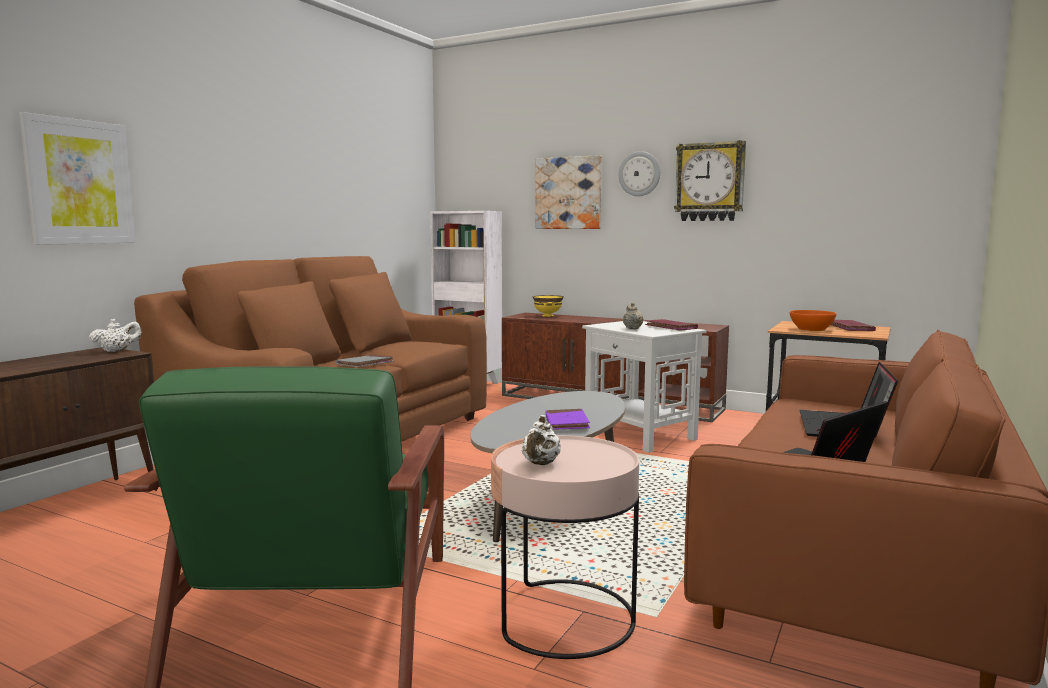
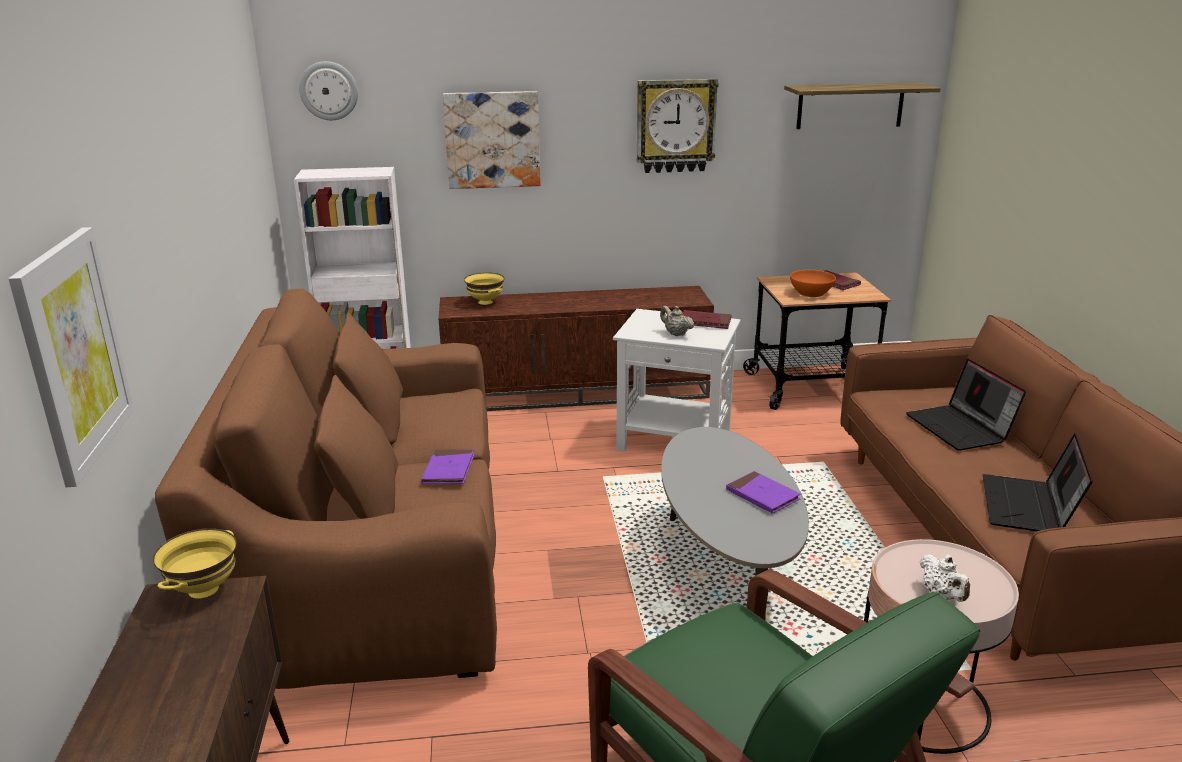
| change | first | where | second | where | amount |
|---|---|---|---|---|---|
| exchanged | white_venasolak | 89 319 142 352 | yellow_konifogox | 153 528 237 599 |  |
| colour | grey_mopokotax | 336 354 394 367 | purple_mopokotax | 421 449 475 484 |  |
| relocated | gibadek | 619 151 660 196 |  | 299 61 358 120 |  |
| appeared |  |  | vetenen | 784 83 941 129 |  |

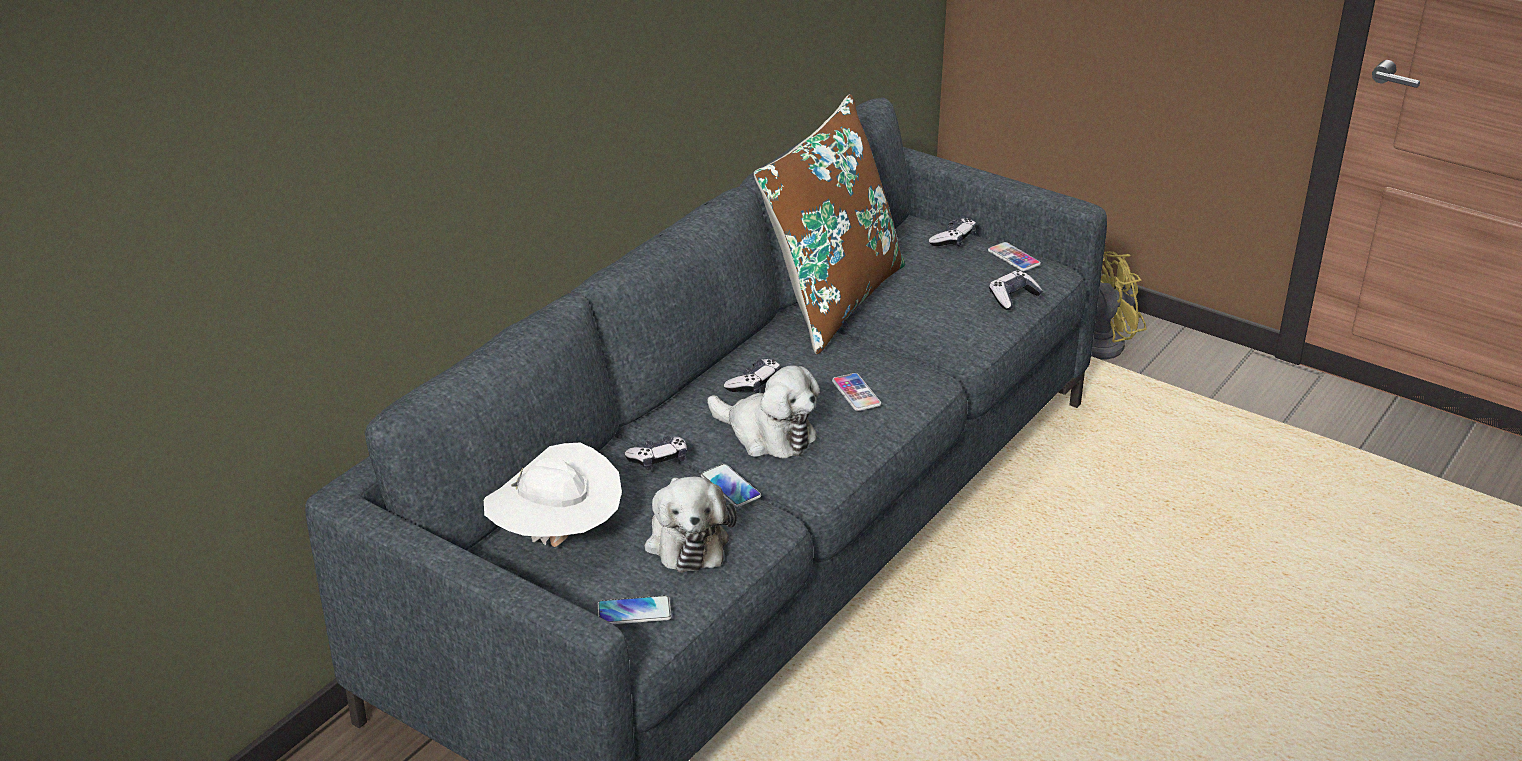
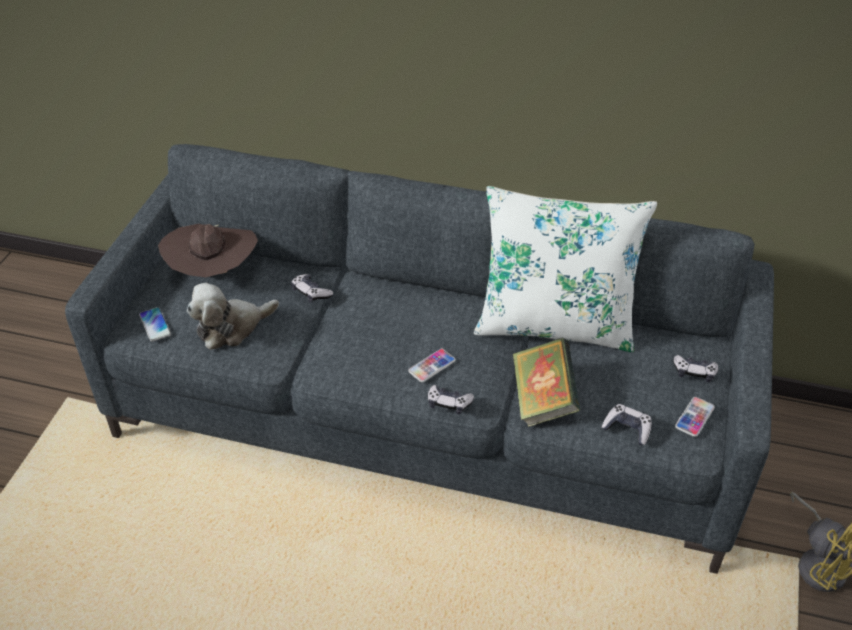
| change | first | where | second | where | amount |
|---|---|---|---|---|---|
| colour | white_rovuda | 484 443 622 547 | brown_rovuda | 158 224 258 277 |  |
| missing | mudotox | 701 464 761 507 |  |  |  |
| missing | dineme | 707 365 820 458 |  |  |  |
| relocated | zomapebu | 724 359 781 393 |  | 428 385 474 414 |  |
| colour | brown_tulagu | 754 94 905 354 | white_tulagu | 474 186 657 352 |  |
| appeared |  |  | mopokotax | 512 338 580 427 |  |

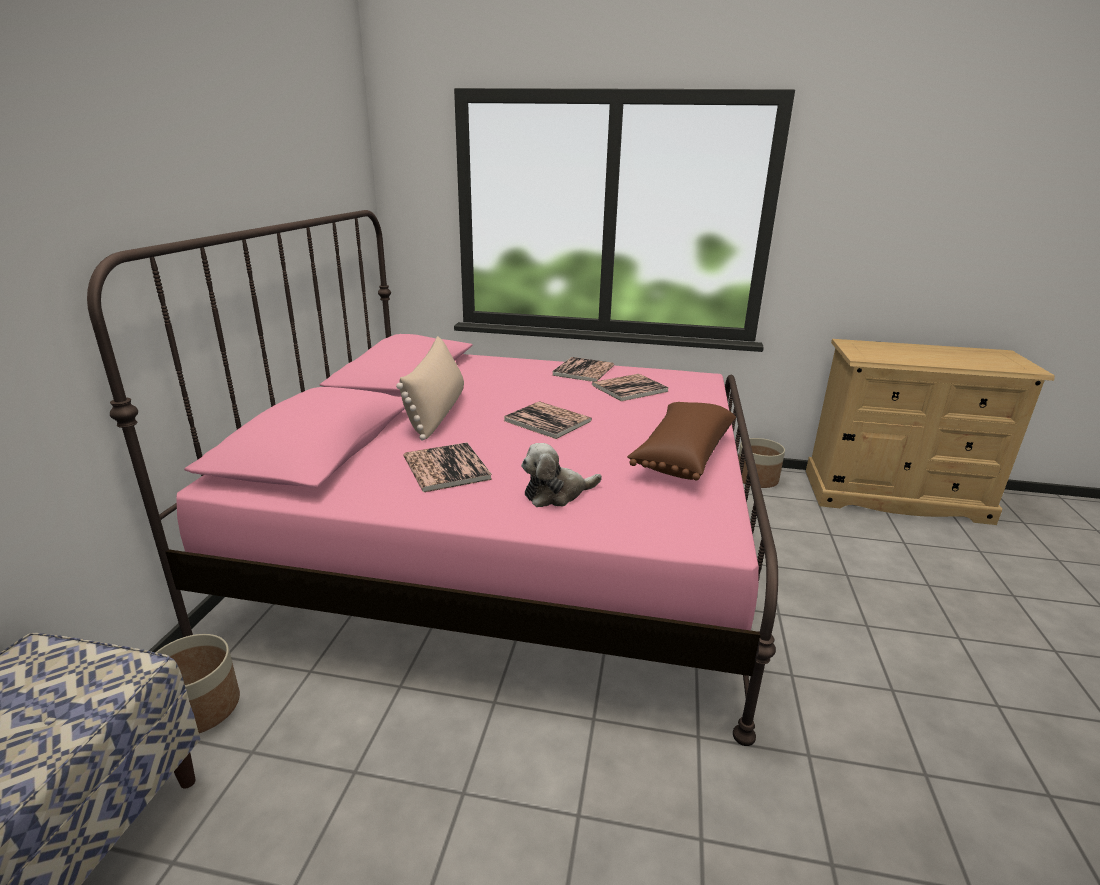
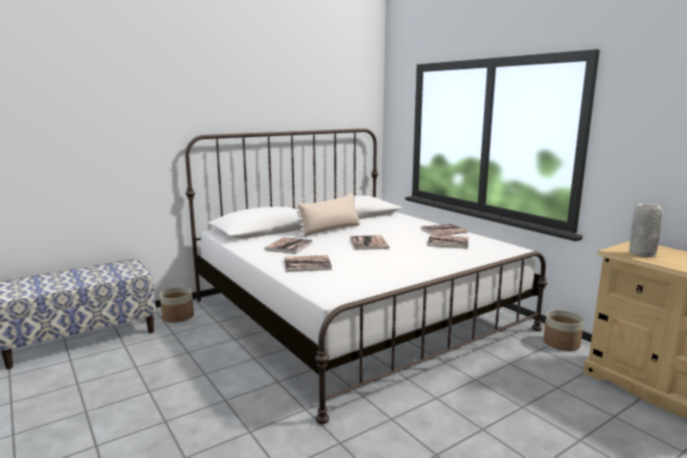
| change | first | where | second | where | amount |
|---|---|---|---|---|---|
| colour | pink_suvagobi | 87 210 778 746 | white_suvagobi | 185 129 547 424 |  |
| exchanged | dineme | 521 443 602 507 | mopokotax | 284 255 332 272 |  |
| missing | brown_tulagu | 627 402 736 481 |  |  |  |
| appeared |  |  | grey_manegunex | 629 204 663 257 |  |

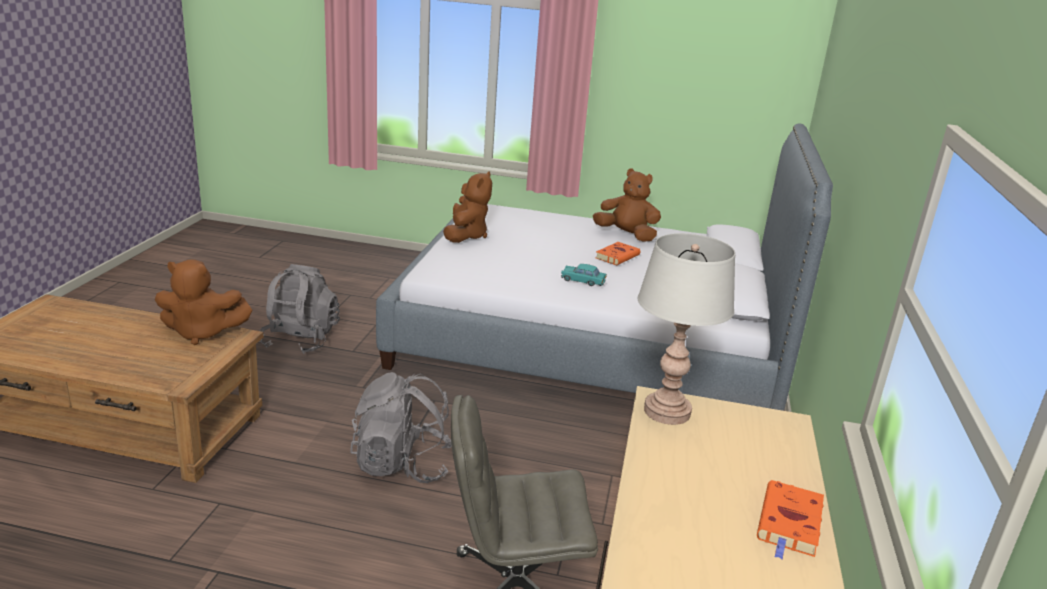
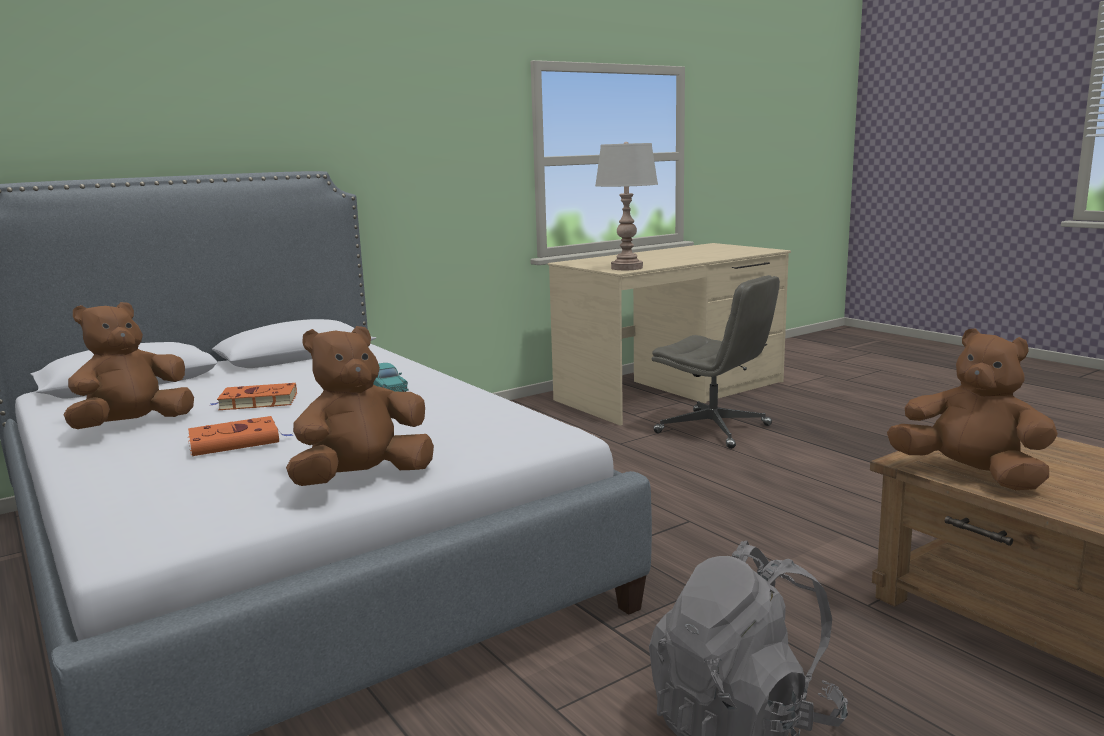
| change | first | where | second | where | amount |
|---|---|---|---|---|---|
| missing | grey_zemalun | 350 372 452 483 |  |  |  |
| spun | brown_dineme | 593 169 661 242 |  | 64 302 194 429 | 60 degrees clockwise |
| relocated | orange_mopokotax | 757 480 824 560 |  | 188 416 293 456 |  |

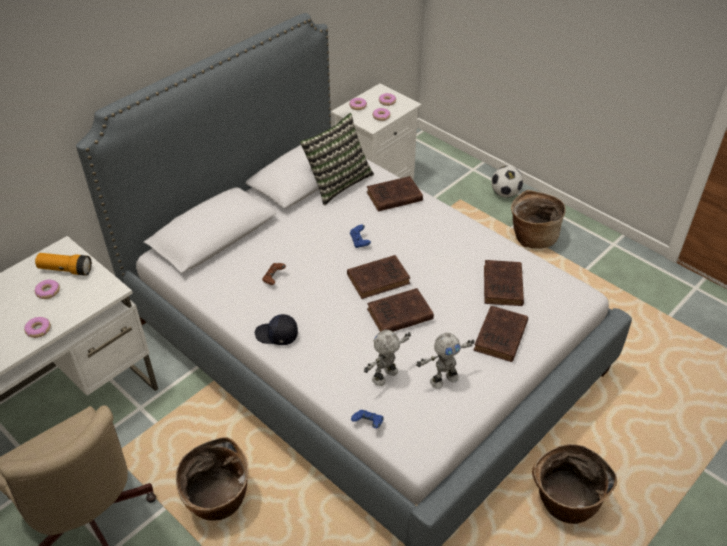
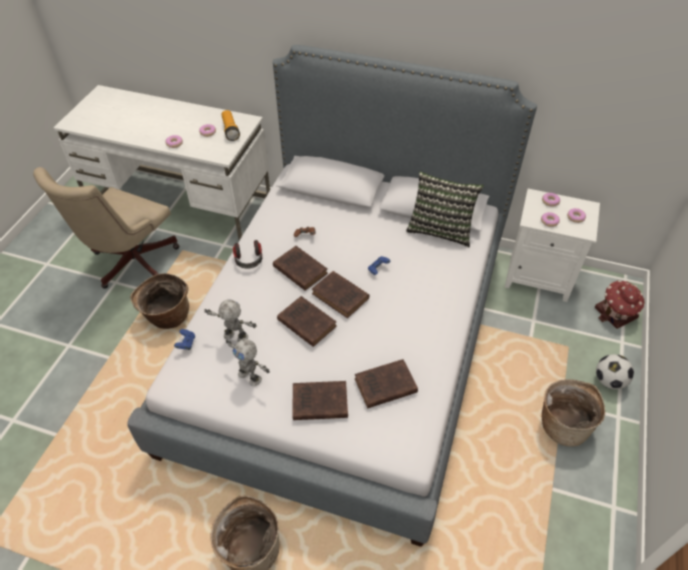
| change | first | where | second | where | amount |
|---|---|---|---|---|---|
| exchanged | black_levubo | 255 314 298 345 | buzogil | 233 240 262 269 |  |
| relocated | brown_mopokotax | 367 176 423 211 |  | 273 246 328 291 |  |
| appeared |  |  | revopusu | 595 280 645 329 |  |

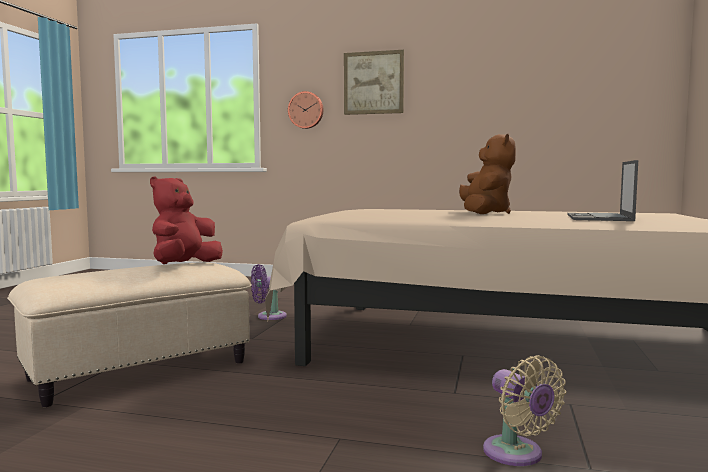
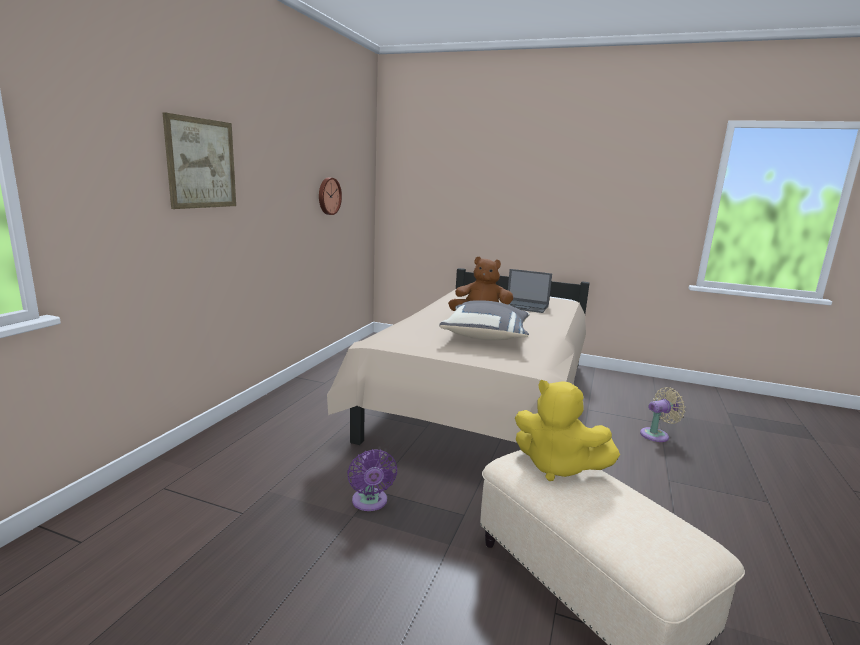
| change | first | where | second | where | amount |
|---|---|---|---|---|---|
| colour | red_dineme | 150 176 223 264 | yellow_dineme | 515 380 620 481 |  |
| relocated | gibadek | 288 91 323 129 |  | 319 177 342 215 |  |
| appeared |  |  | grey_tulagu | 439 300 530 340 |  |

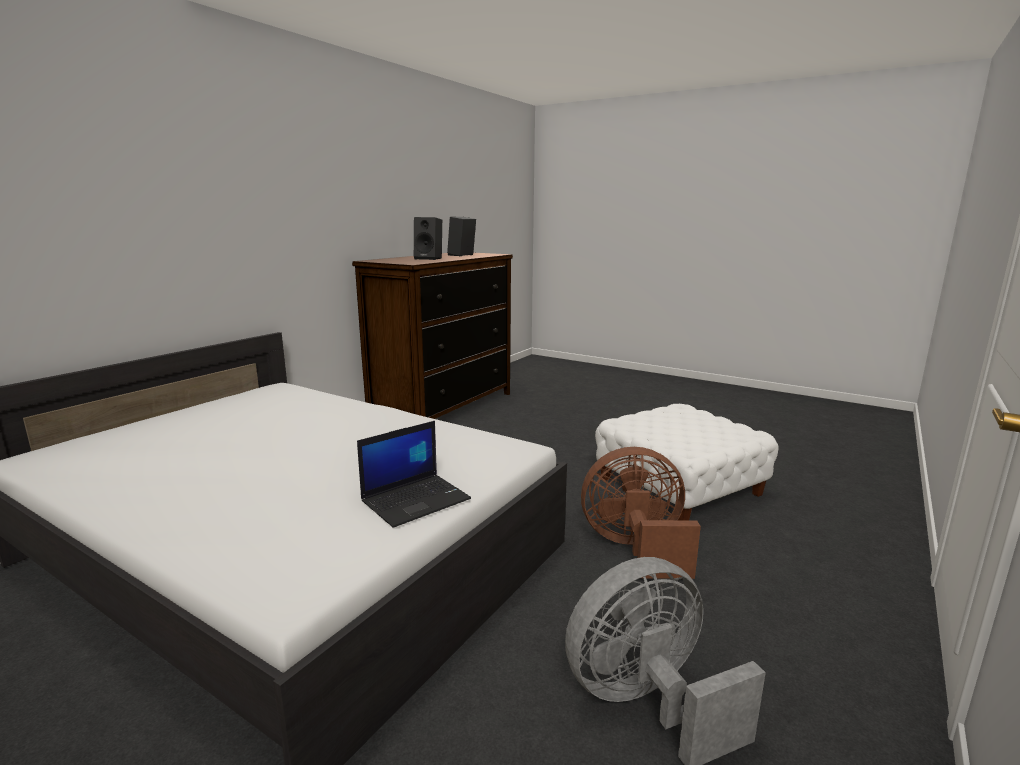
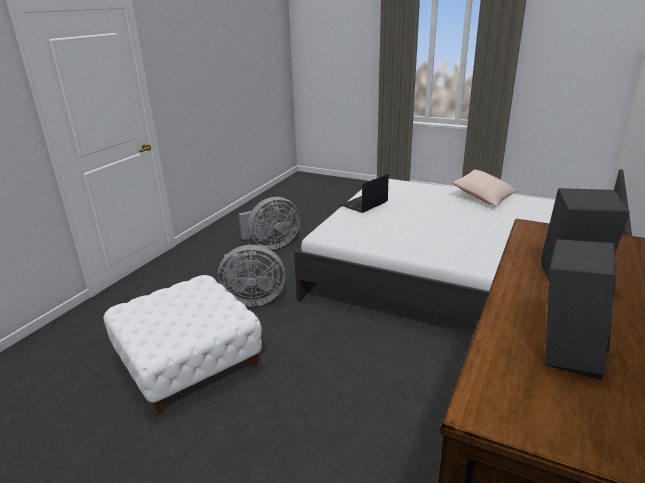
| change | first | where | second | where | amount |
|---|---|---|---|---|---|
| colour | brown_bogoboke | 581 447 701 579 | grey_bogoboke | 218 245 286 306 |  |
| appeared |  |  | beige_tulagu | 452 169 517 206 |  |

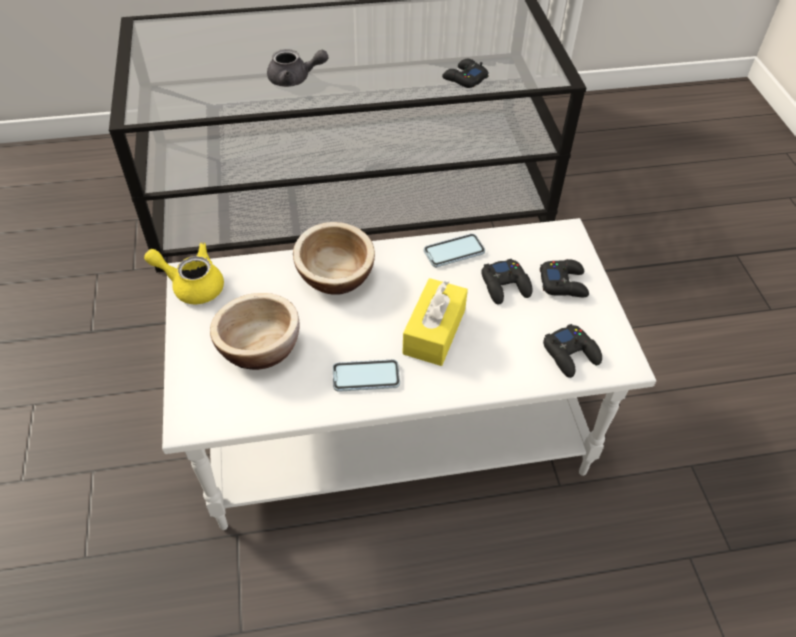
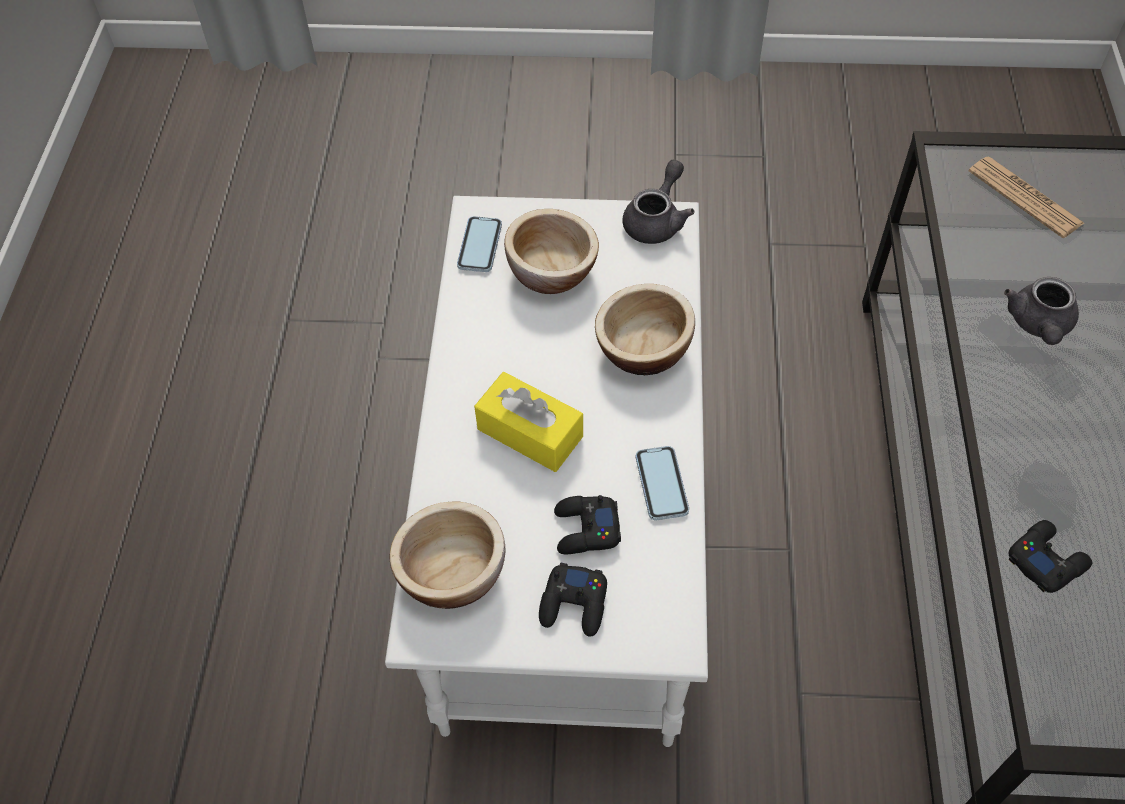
| change | first | where | second | where | amount |
|---|---|---|---|---|---|
| colour | yellow_venasolak | 144 243 224 304 | grey_venasolak | 622 160 695 244 |  |
| relocated | mudotox | 333 360 400 392 |  | 457 216 502 272 |  |
| exchanged | black_zomapebu | 543 324 602 378 | konifogox | 389 501 505 609 |  |
| appeared |  |  | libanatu | 969 156 1084 238 |  |

